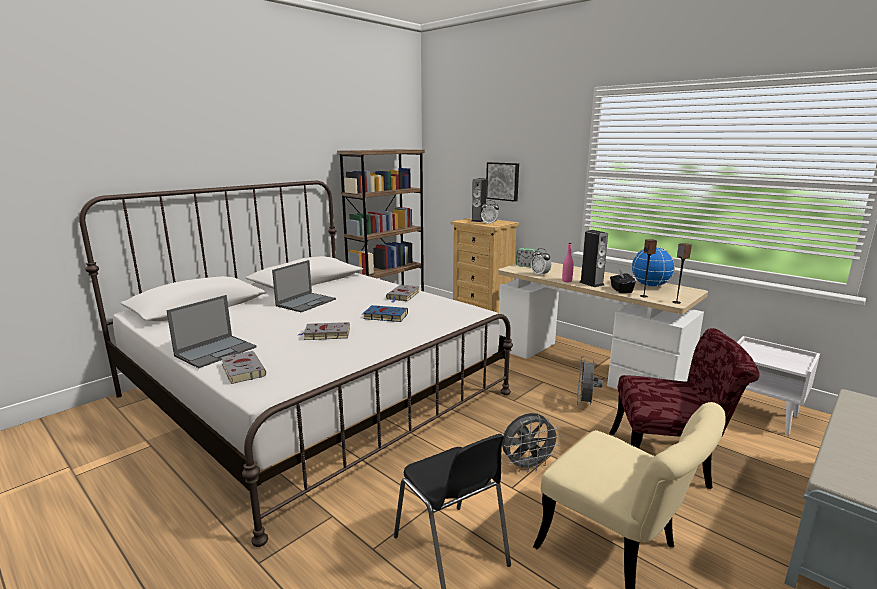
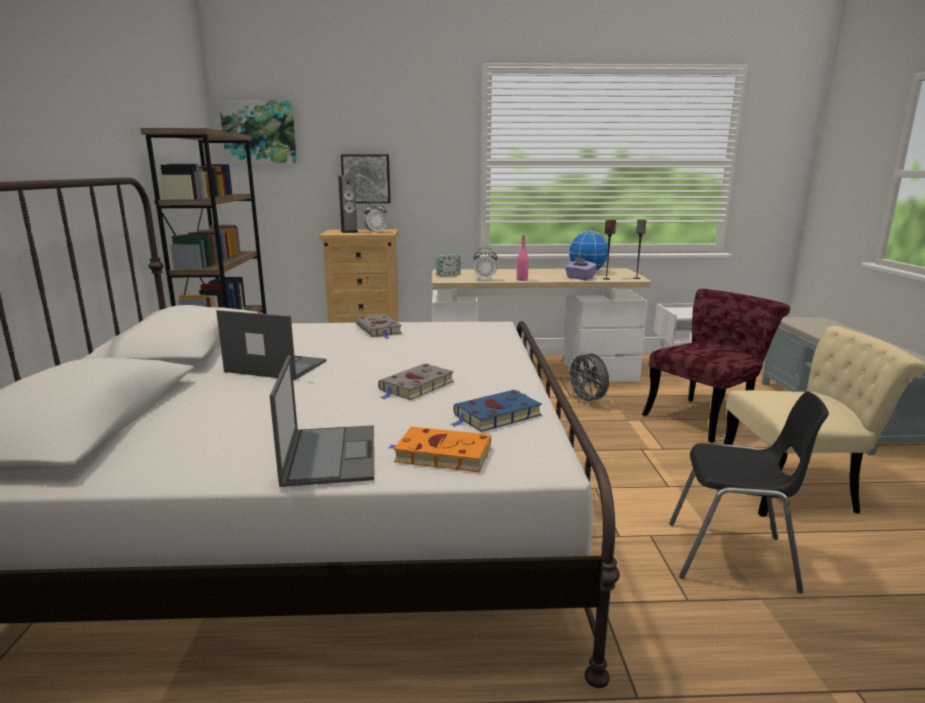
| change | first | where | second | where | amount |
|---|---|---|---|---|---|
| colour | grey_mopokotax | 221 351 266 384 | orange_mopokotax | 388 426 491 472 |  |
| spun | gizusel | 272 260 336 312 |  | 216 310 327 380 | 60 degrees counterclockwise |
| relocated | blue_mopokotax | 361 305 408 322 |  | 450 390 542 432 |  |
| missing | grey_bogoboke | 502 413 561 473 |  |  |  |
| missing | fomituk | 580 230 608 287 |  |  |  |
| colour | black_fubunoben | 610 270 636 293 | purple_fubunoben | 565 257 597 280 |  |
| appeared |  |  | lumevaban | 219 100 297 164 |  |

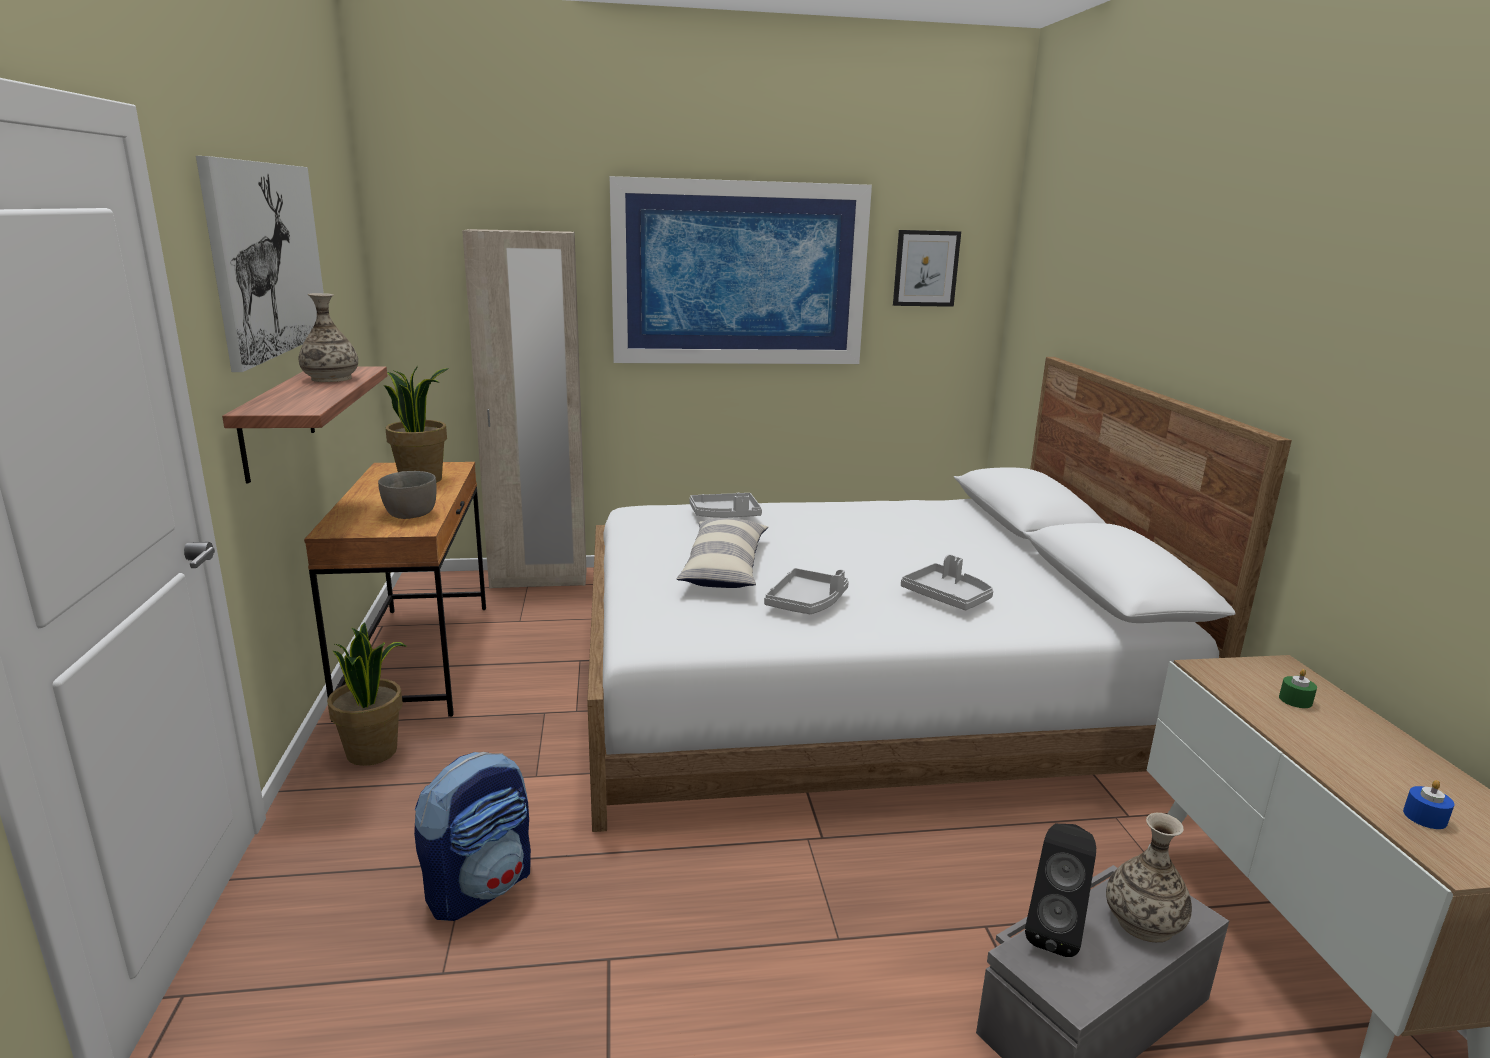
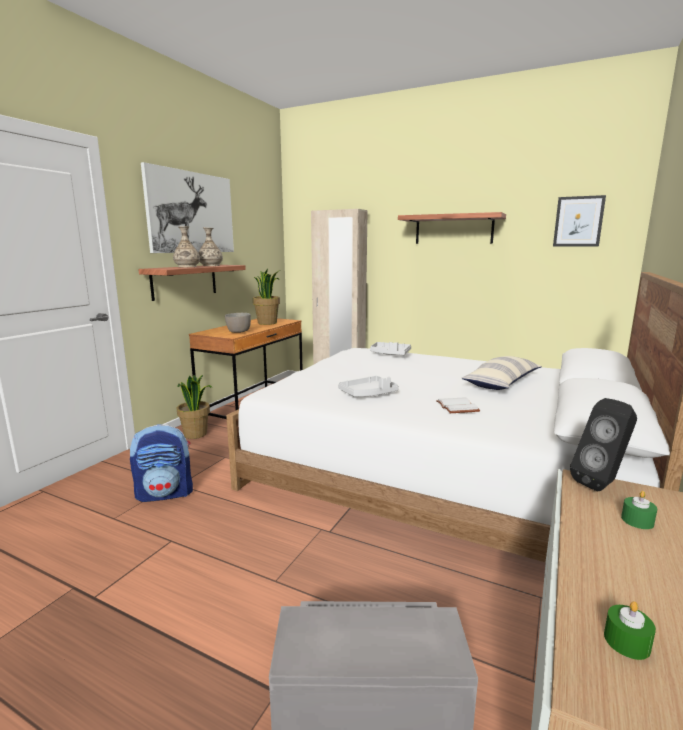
| change | first | where | second | where | amount |
|---|---|---|---|---|---|
| exchanged | lumevaban | 610 176 872 364 | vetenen | 398 212 506 244 |  |
| relocated | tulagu | 677 518 768 588 |  | 461 356 542 390 |  |
| exchanged | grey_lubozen | 901 554 993 610 | white_mopokotax | 436 397 480 413 |  |
| relocated | black_fomituk | 1025 824 1096 957 |  | 570 398 637 491 |  |
| relocated | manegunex | 1106 813 1192 942 |  | 173 226 200 267 |  |
| colour | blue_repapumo | 1403 780 1454 829 | green_repapumo | 604 601 656 660 |  |

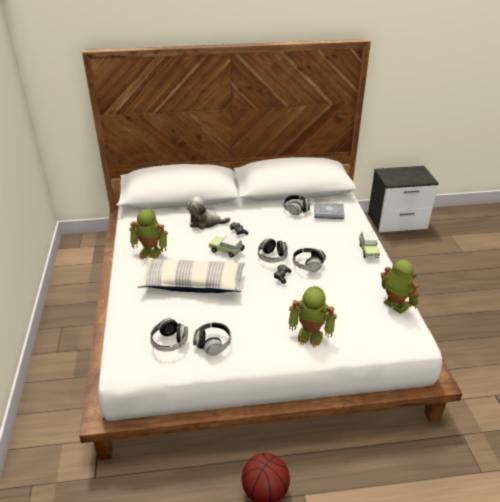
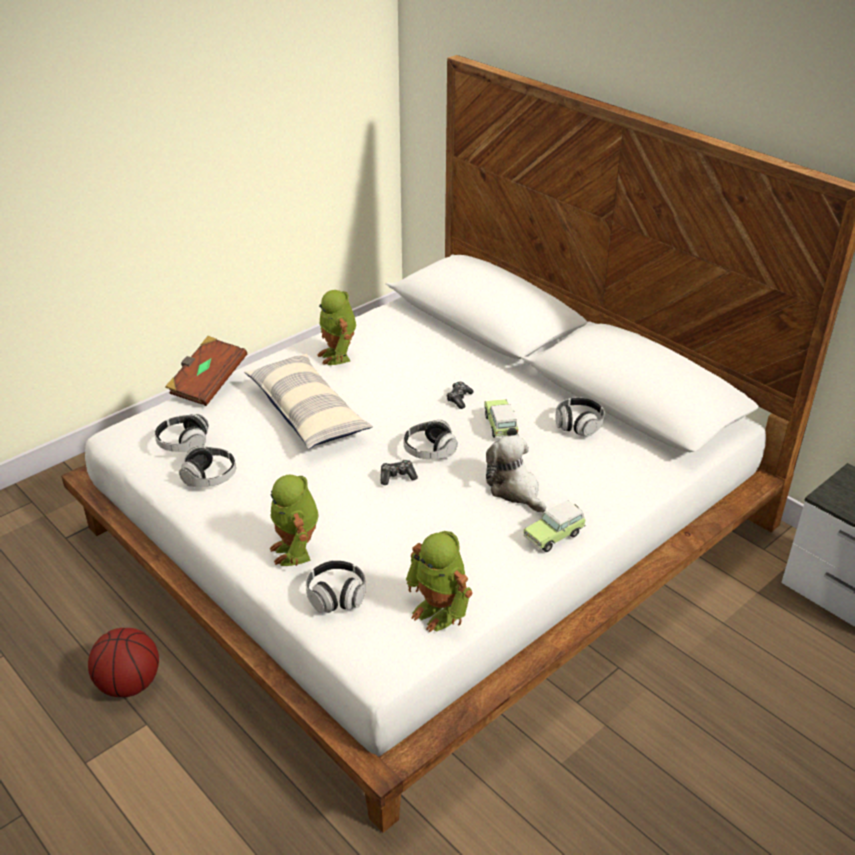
| change | first | where | second | where | amount |
|---|---|---|---|---|---|
| relocated | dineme | 186 196 230 229 |  | 486 435 546 513 |  |
| relocated | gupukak | 209 236 245 257 |  | 484 399 519 438 |  |
| relocated | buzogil | 293 248 326 272 |  | 306 560 366 613 |  |
| missing | grey_mopokotax | 314 202 345 219 |  |  |  |
| spun | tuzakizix | 381 260 419 314 |  | 406 531 472 632 | 120 degrees clockwise |
| appeared |  |  | brown_mopokotax | 165 336 247 406 |  |

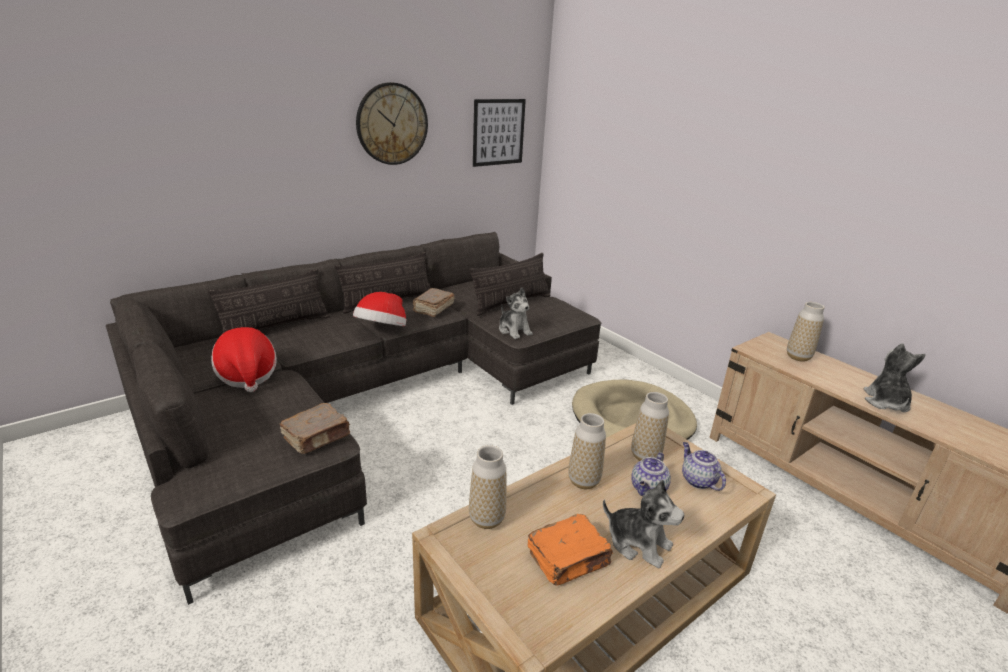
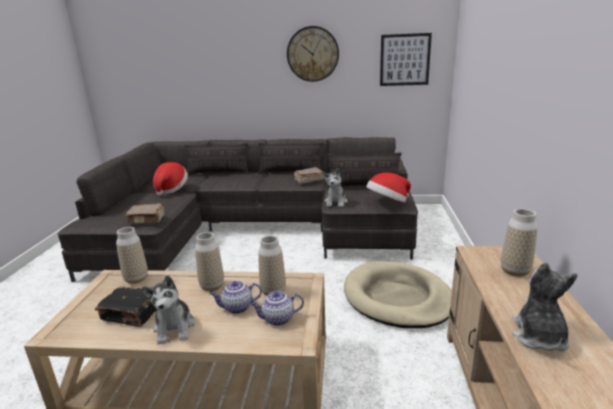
| change | first | where | second | where | amount |
|---|---|---|---|---|---|
| relocated | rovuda | 353 292 406 326 |  | 366 173 411 203 |  |
| colour | orange_mopokotax | 528 514 613 586 | black_mopokotax | 95 286 157 327 |  |
| spun | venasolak | 682 442 726 491 |  | 250 291 304 326 | 120 degrees counterclockwise |
| spun | dineme | 864 343 926 412 |  | 512 262 578 351 | 45 degrees counterclockwise |

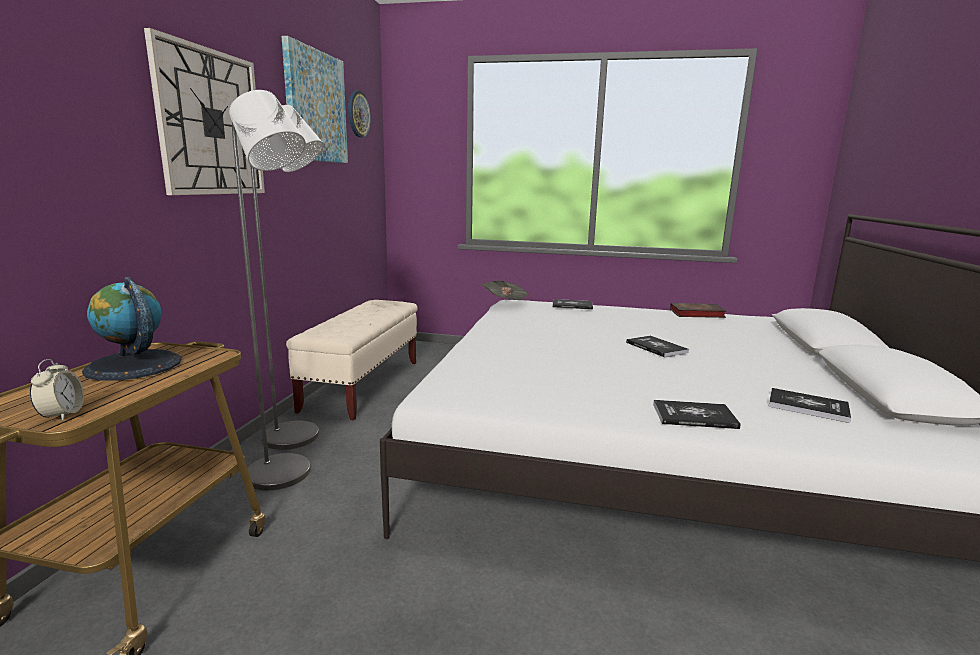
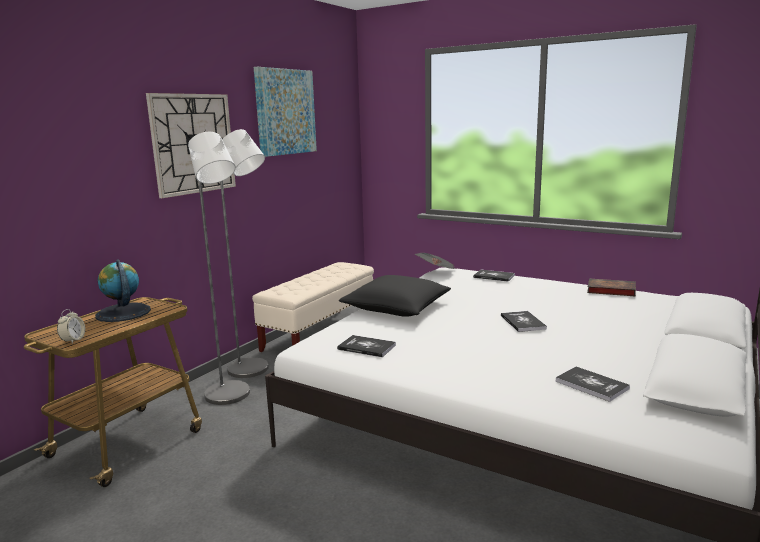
| change | first | where | second | where | amount |
|---|---|---|---|---|---|
| missing | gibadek | 348 90 371 138 |  |  |  |
| relocated | mopokotax | 653 400 741 429 |  | 337 335 396 357 |  |
| appeared |  |  | black_tulagu | 339 275 451 317 |  |

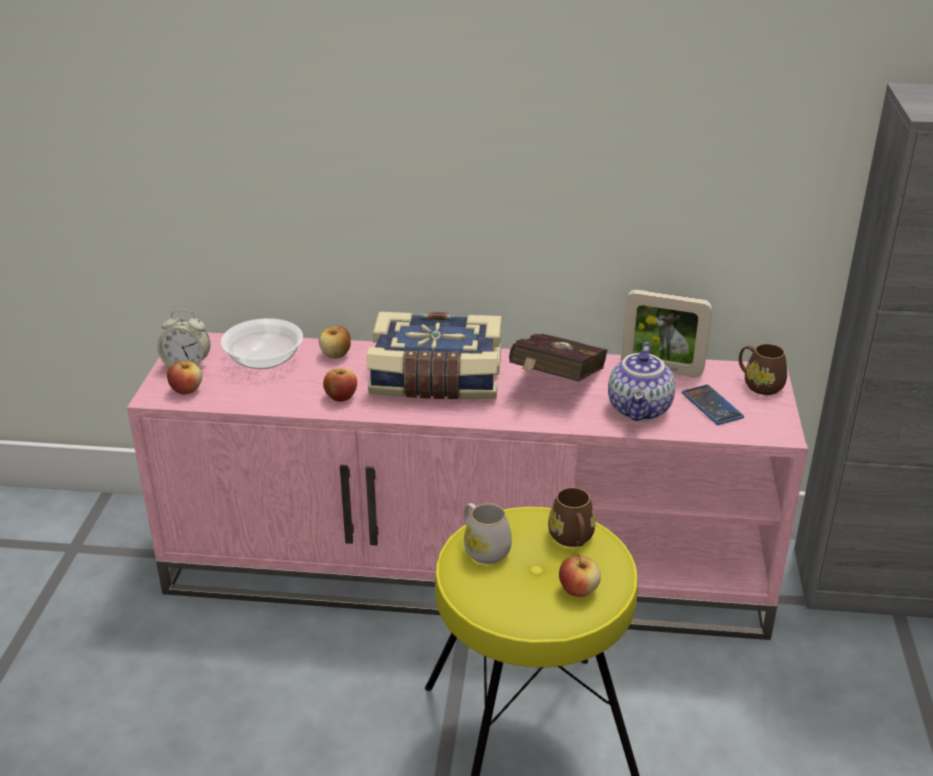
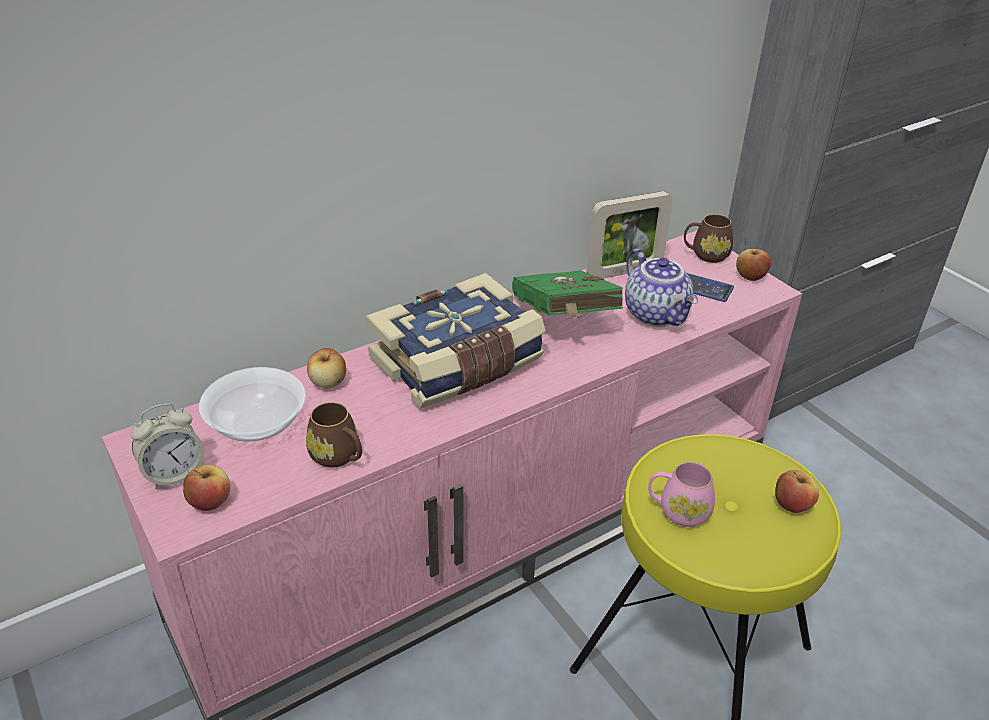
| change | first | where | second | where | amount |
|---|---|---|---|---|---|
| relocated | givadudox | 323 368 357 402 |  | 736 249 771 281 |  |
| colour | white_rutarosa | 464 503 512 564 | pink_rutarosa | 648 462 715 527 |  |
| colour | red_mopokotax | 509 334 608 382 | green_mopokotax | 512 270 623 318 |  |
| relocated | brown_rutarosa | 548 487 595 547 |  | 306 402 362 468 |  |

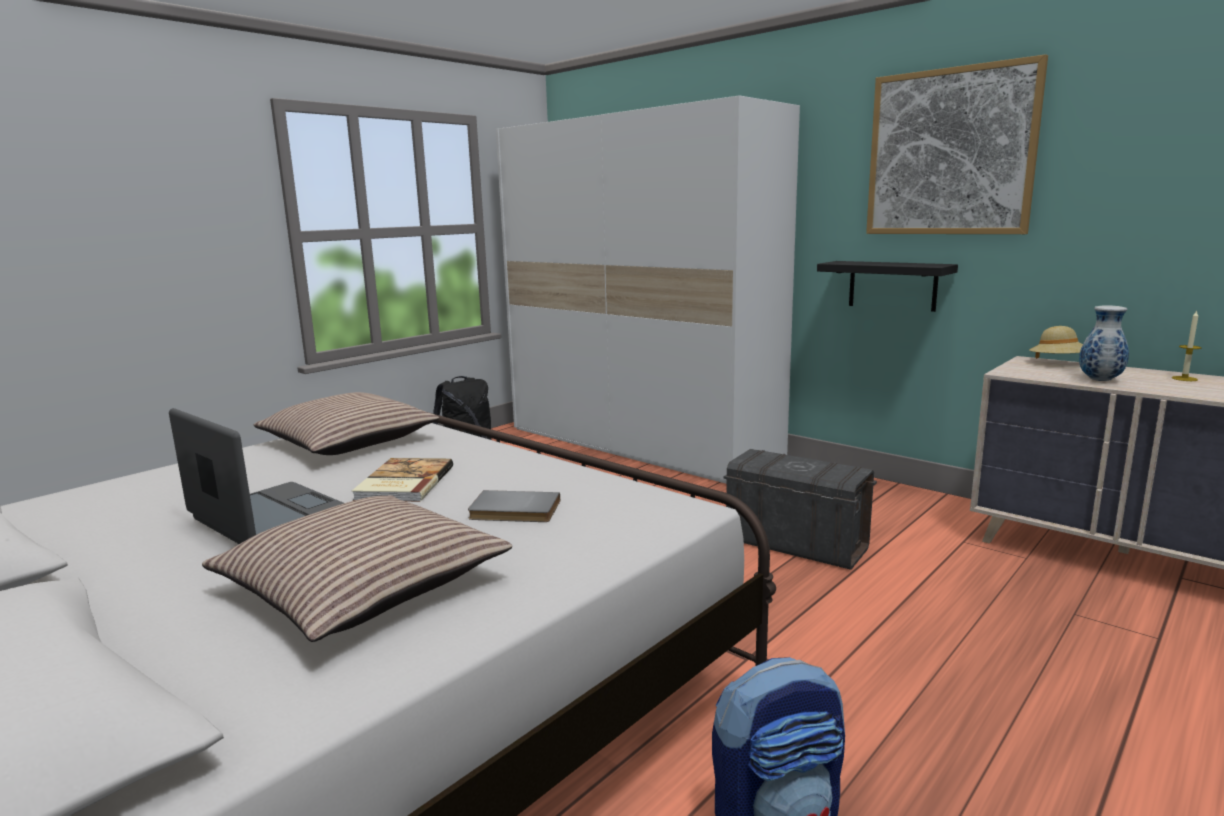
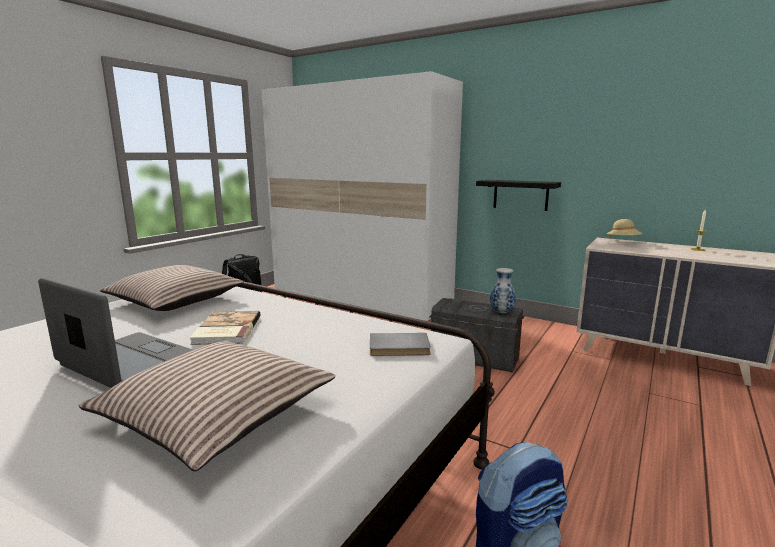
| change | first | where | second | where | amount |
|---|---|---|---|---|---|
| relocated | grey_mopokotax | 468 490 560 522 |  | 370 333 431 356 |  |
| missing | lumevaban | 866 54 1048 234 |  |  |  |
| relocated | manegunex | 1079 305 1129 381 |  | 490 268 516 313 |  |

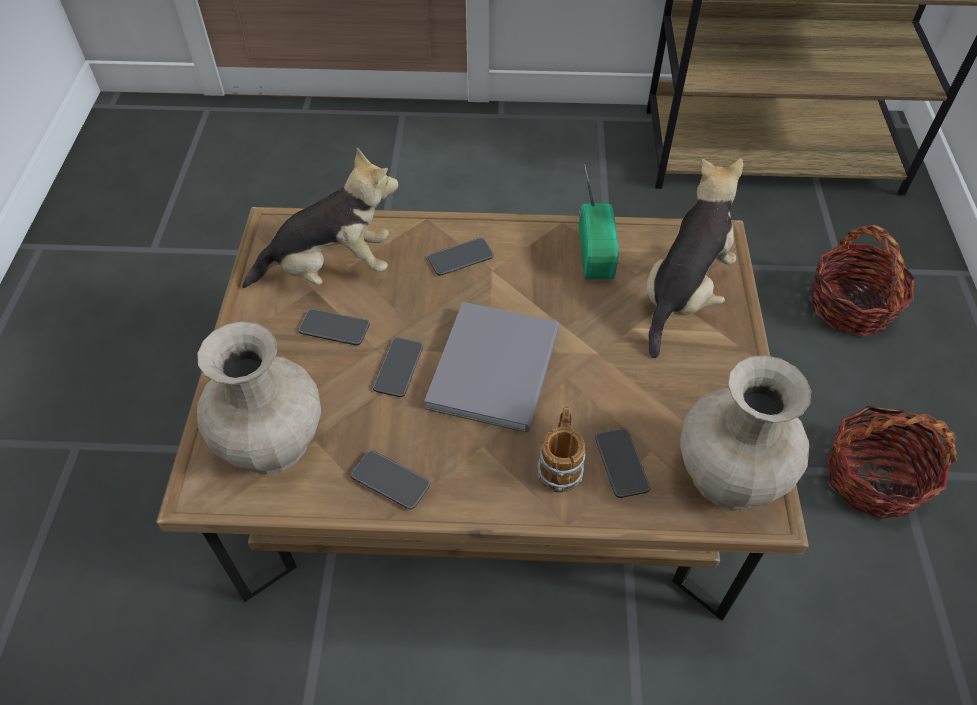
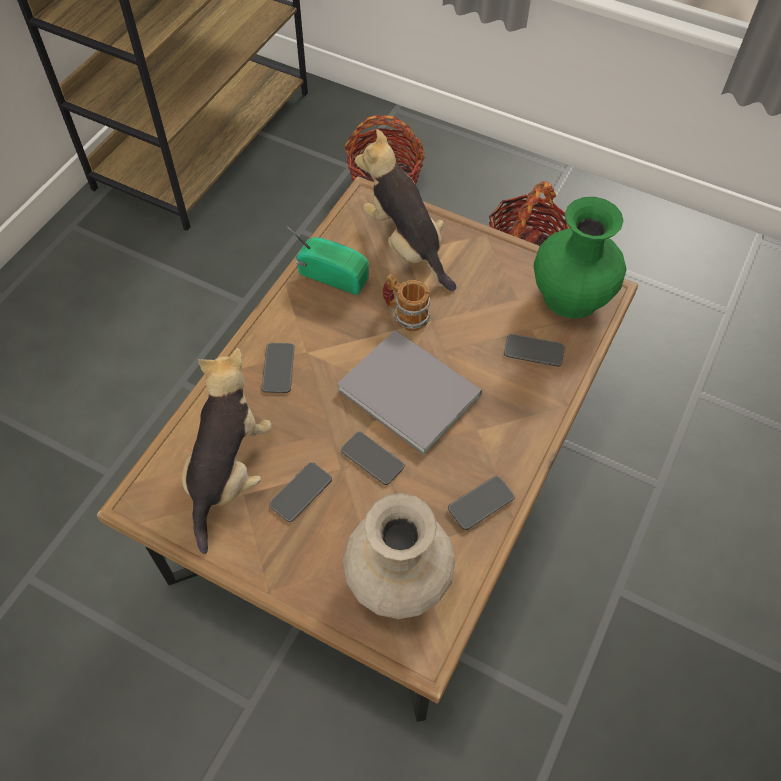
| change | first | where | second | where | amount |
|---|---|---|---|---|---|
| relocated | rutarosa | 537 407 585 492 |  | 382 274 430 331 |  |
| colour | beige_manegunex | 680 355 811 510 | green_manegunex | 534 197 627 319 |  |

